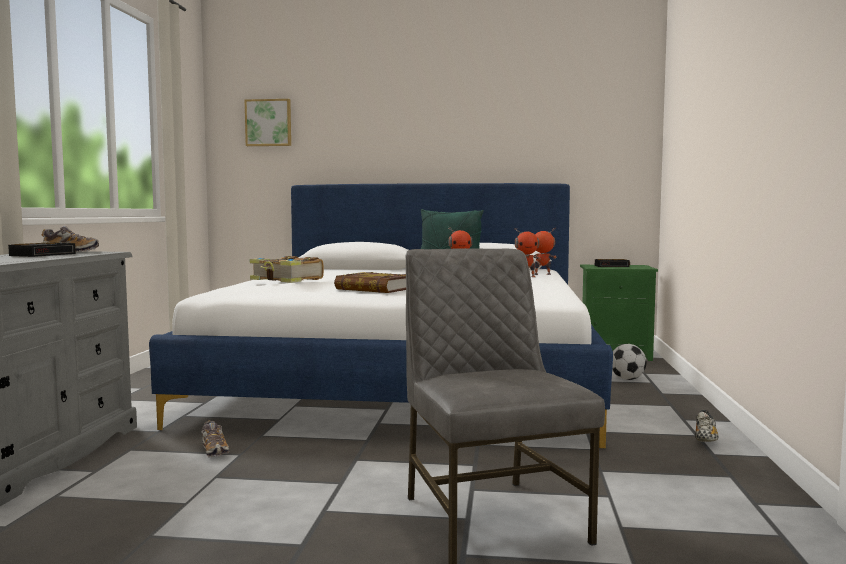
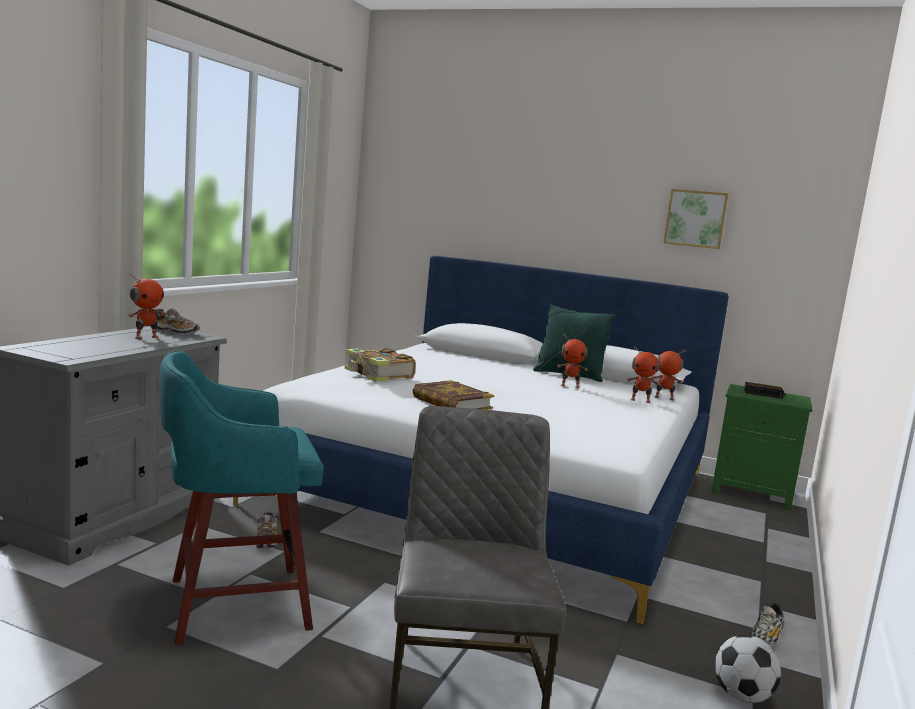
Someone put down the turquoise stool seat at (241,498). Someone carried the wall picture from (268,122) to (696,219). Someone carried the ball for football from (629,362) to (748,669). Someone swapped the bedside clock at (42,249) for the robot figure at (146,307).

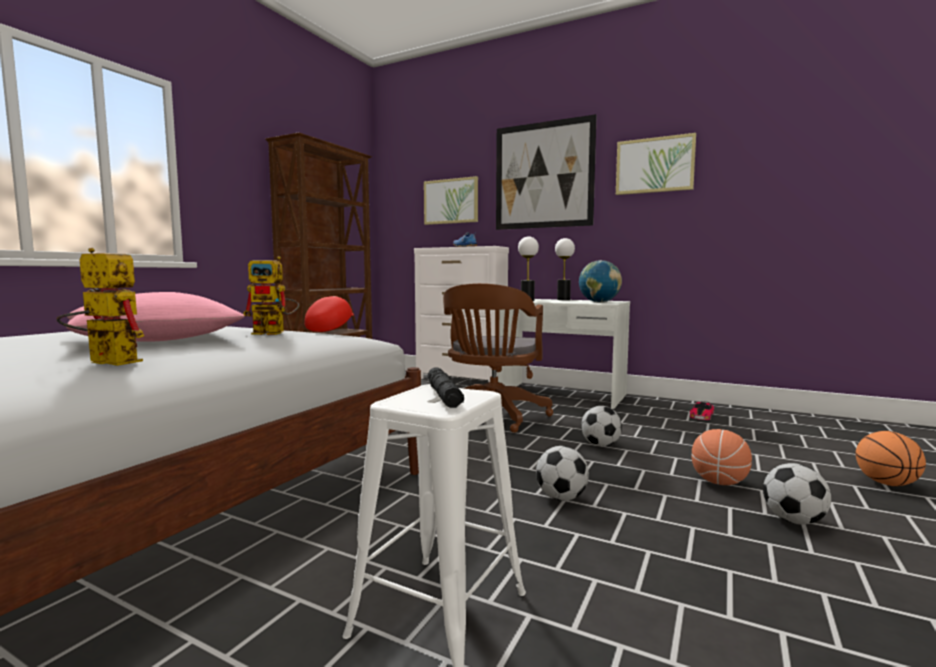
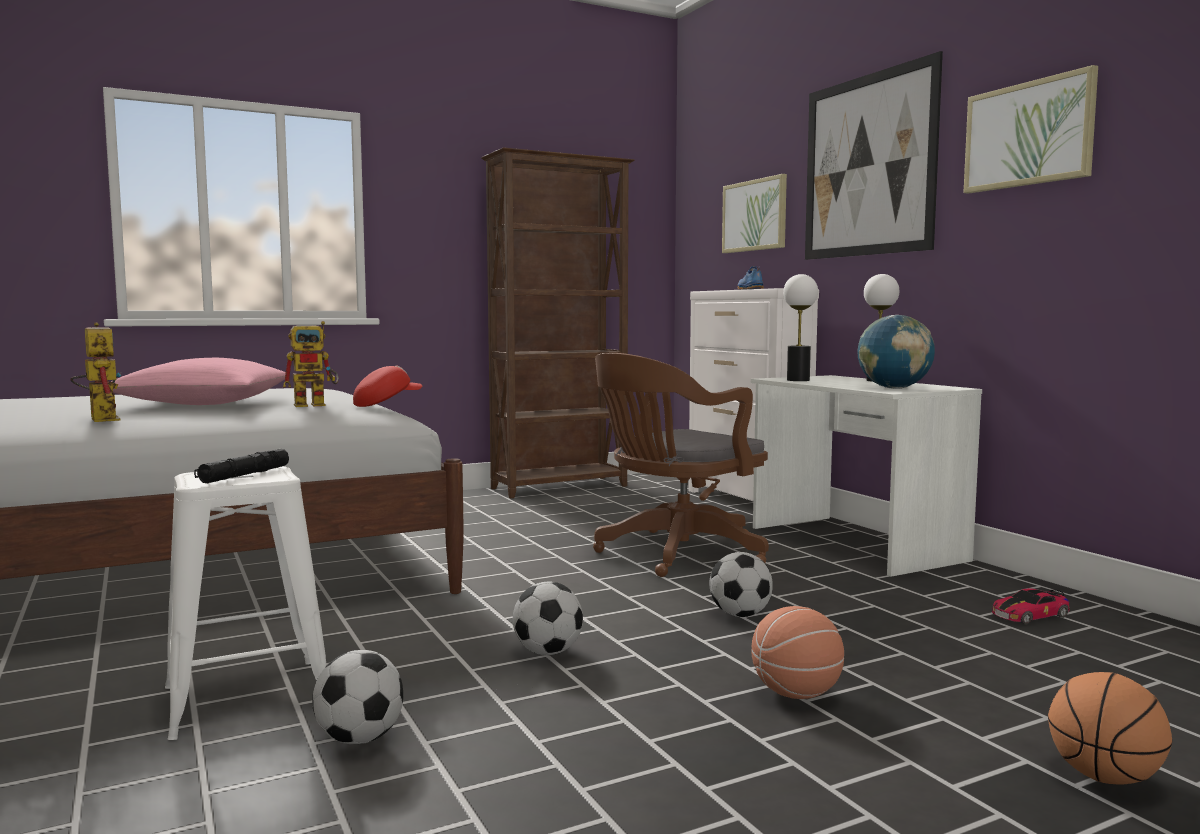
Someone carried the ball for football from (797,494) to (357,697). Someone rotated the robot figure at (271,295) by 60 degrees counterclockwise.

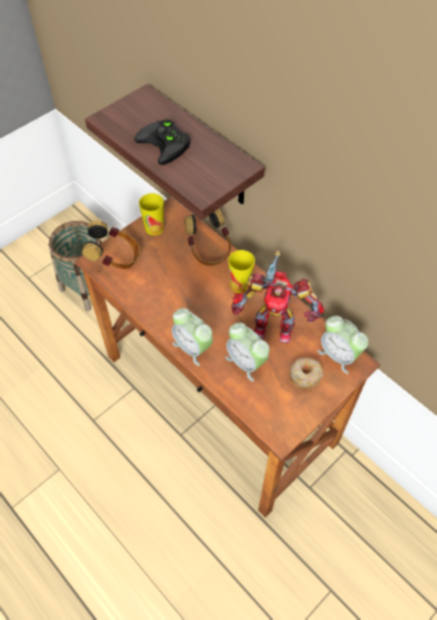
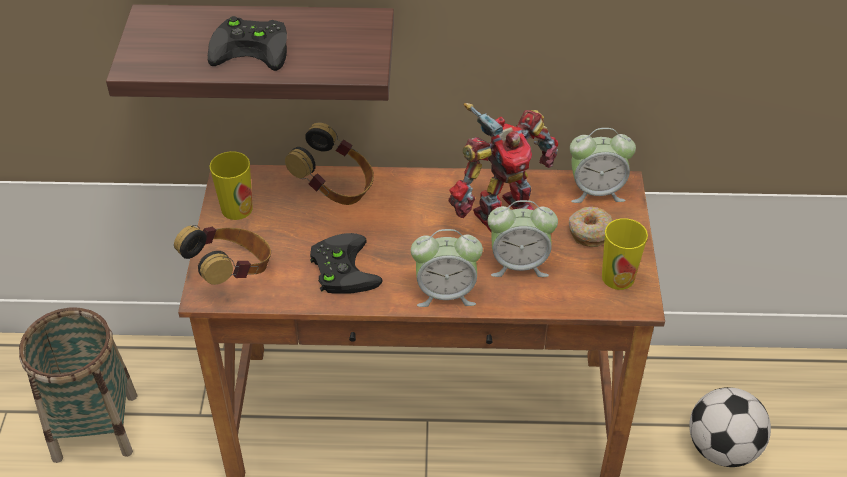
Someone put down the black-coloured joypad at (346,263). Someone put down the ball for football at (730,427). Someone carried the cup from (241,271) to (625,254).

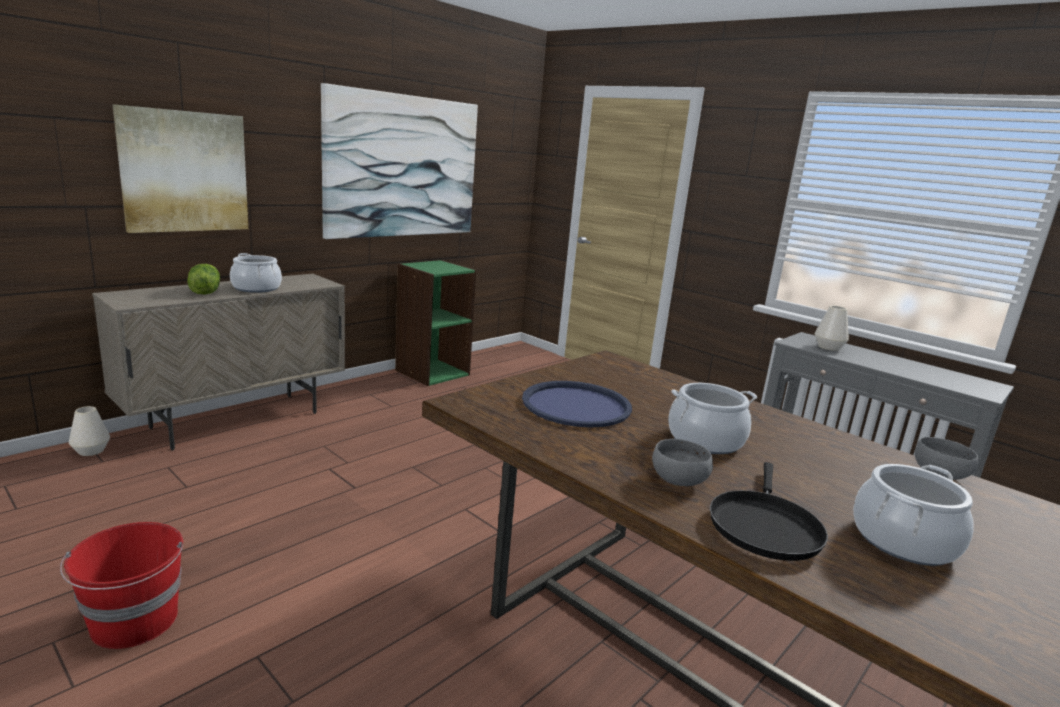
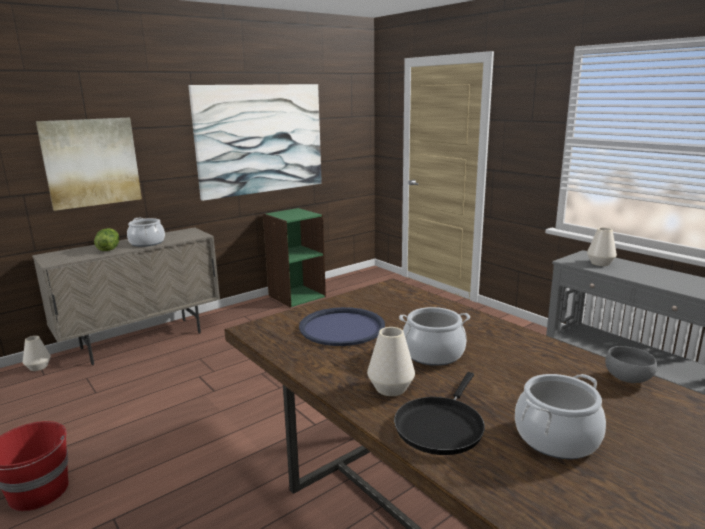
Someone swapped the gray bowl at (682,462) for the white-coloured flower vase at (391,361).

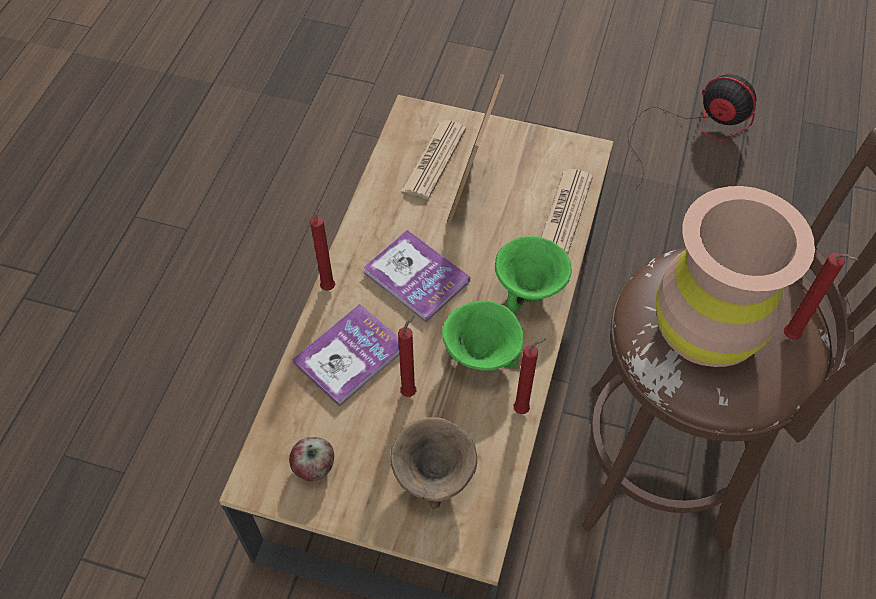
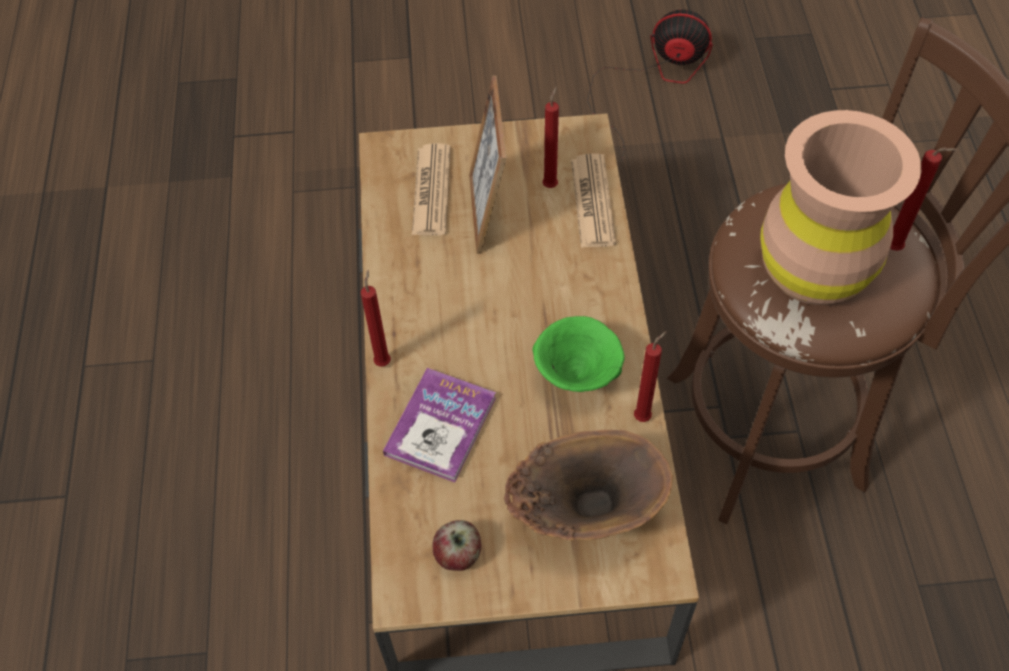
Someone took away the bound book at (416,276). Someone took away the greenish bowl at (533,273). Someone carried the red-coloured candle from (407,356) to (551,137). Someone swapped the brown-coloured bowl at (433,463) for the brown-coloured flower vase at (588,485).

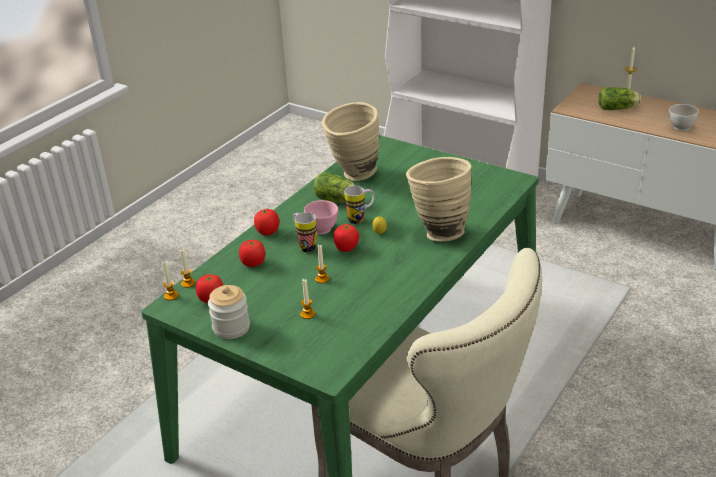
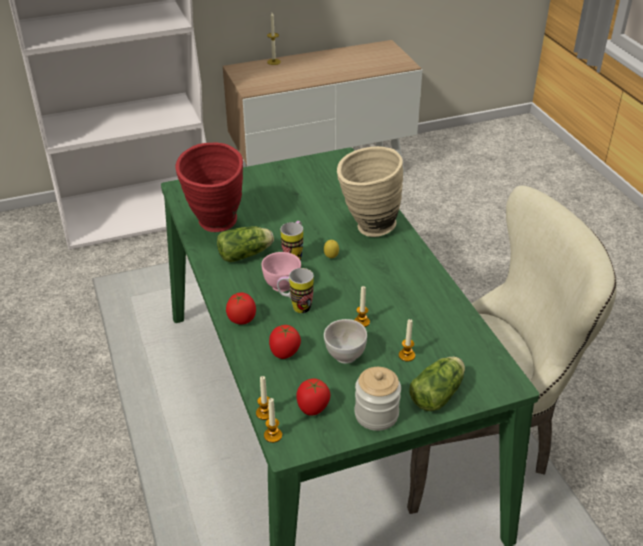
Someone took away the tomato at (346,238). Someone carried the head of lettuce from (620,98) to (437,384). Someone carried the white-coloured bowl from (684,117) to (345,341). Someone repainted the beige flower vase at (350,141), which became the red-coloured flower vase at (209,187).

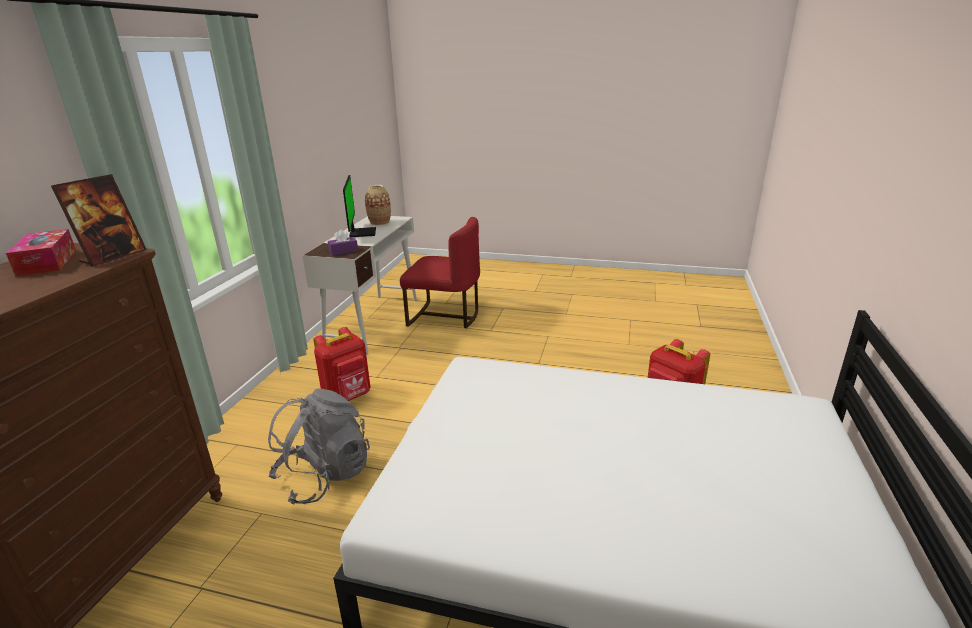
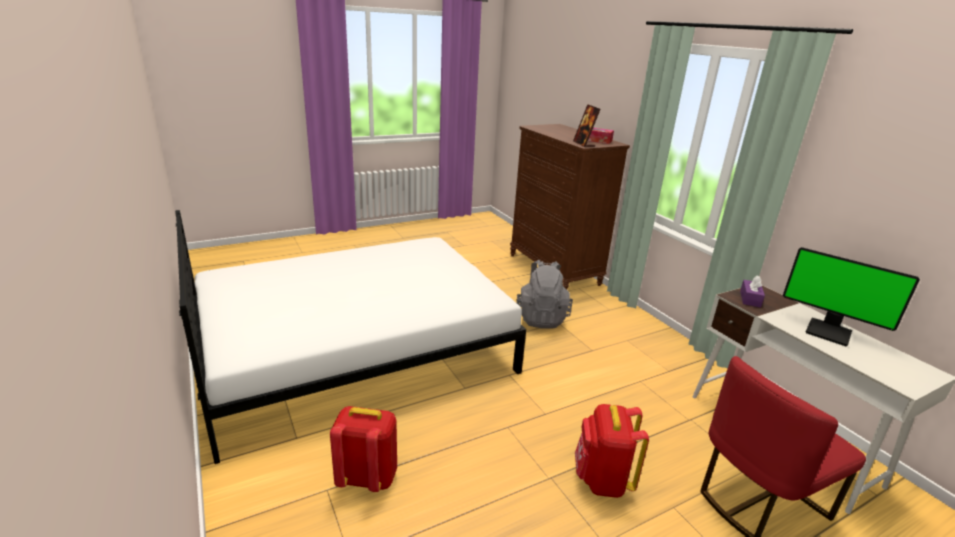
Someone took away the flower vase at (378,205). Someone carried the red-coloured backpack from (342,364) to (612,451).

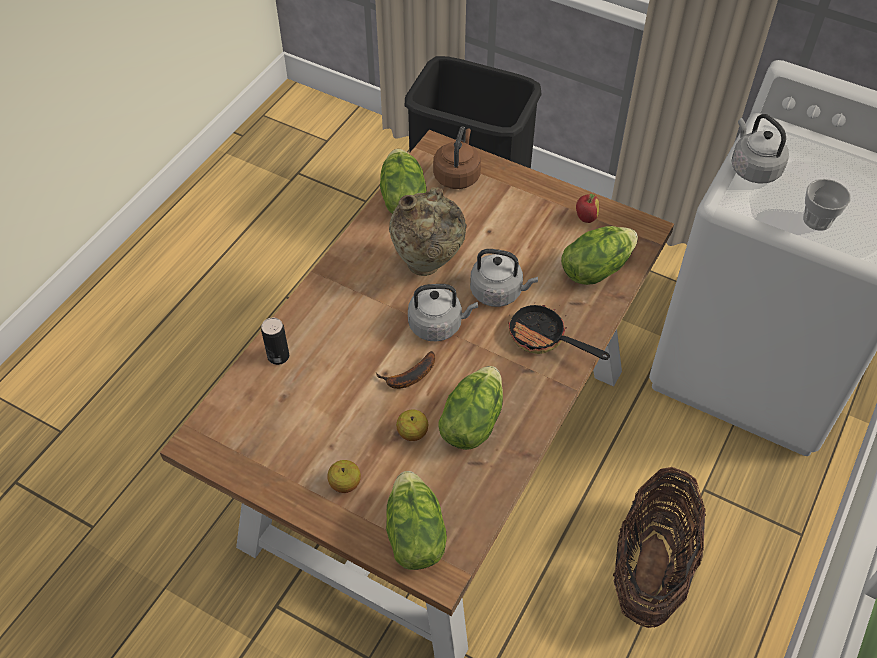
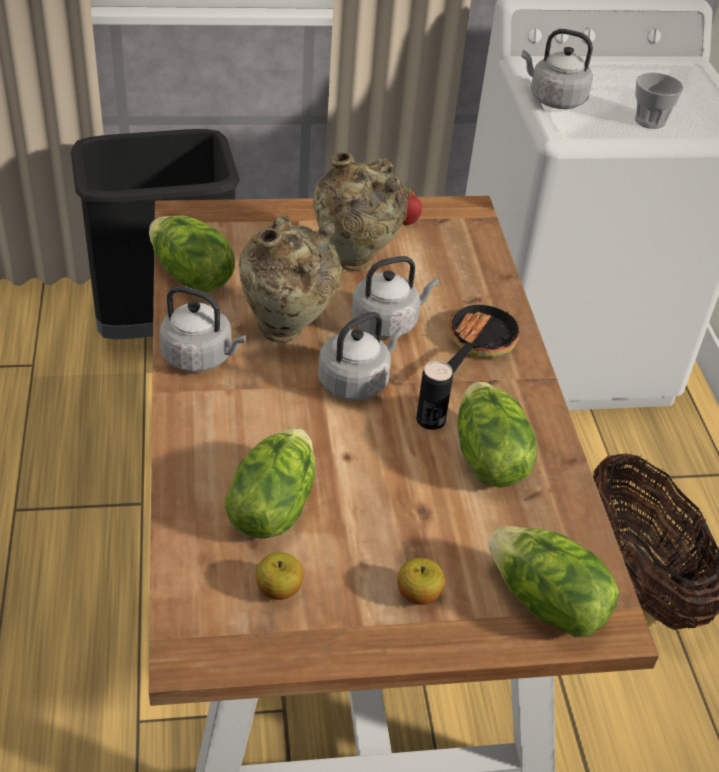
Someone took away the banana fruit at (405,370). Someone took away the brown-coloured tea kettle at (457,157). Someone put down the gray tea kettle at (203,329). Someone put down the beige flower vase at (360,211). Someone carried the metal can from (275,341) to (434,395). Someone carried the apple from (412,425) to (280,576). Someone carried the head of lettuce from (599,255) to (270,483). Someone rotated the skillet at (559,332) by 120 degrees clockwise.

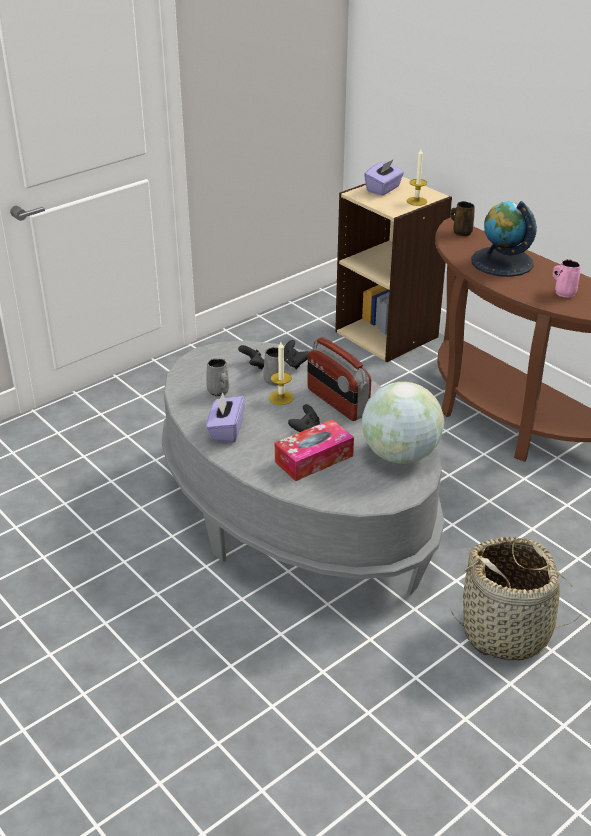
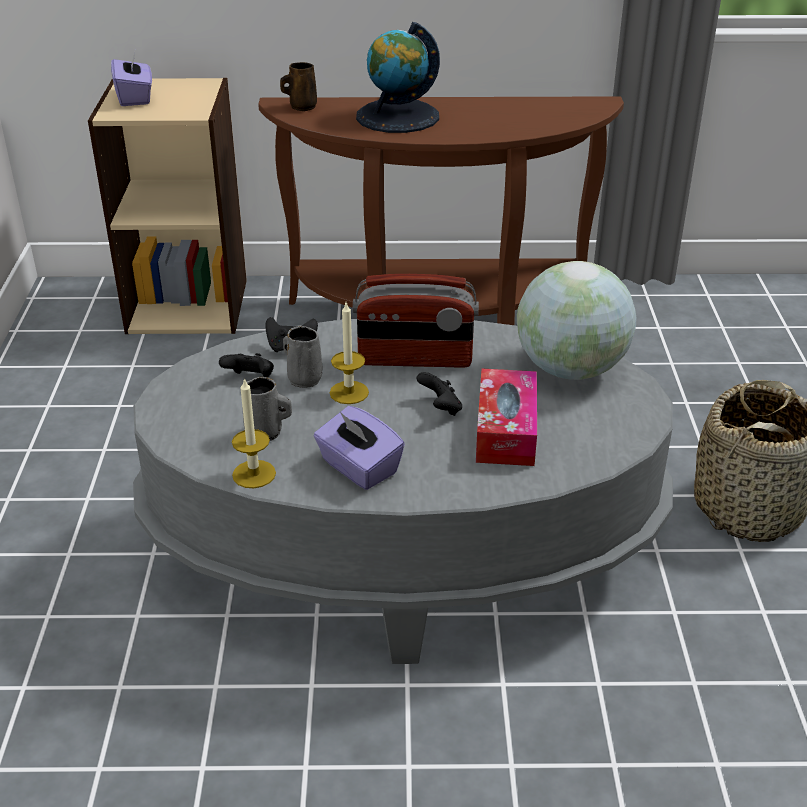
Someone took away the pink-coloured coffee mug at (567,278). Someone carried the candle from (417,177) to (254,433).

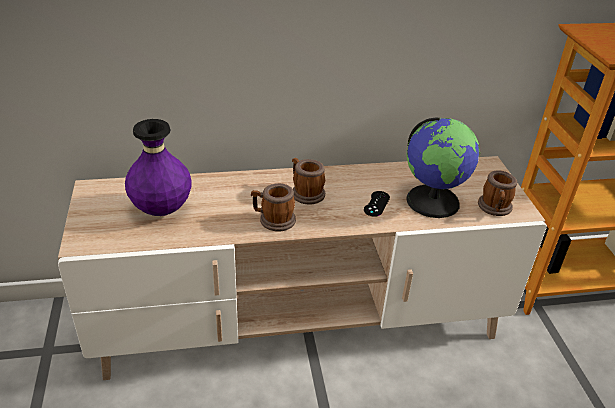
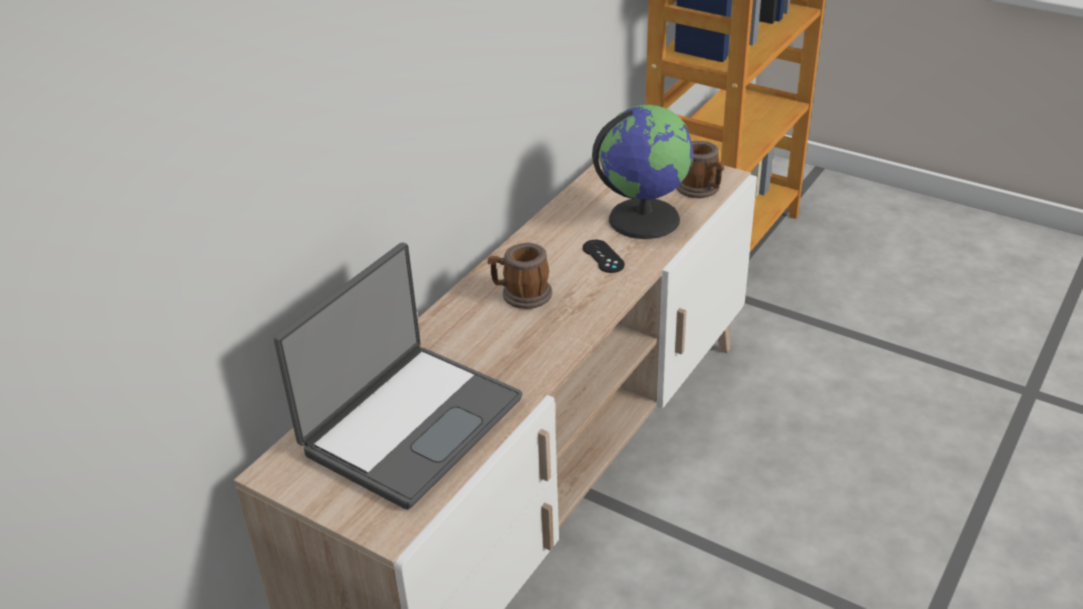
Someone took away the coffee mug at (273,207). Someone swapped the purple-coloured flower vase at (158,167) for the laptop at (398,375).

